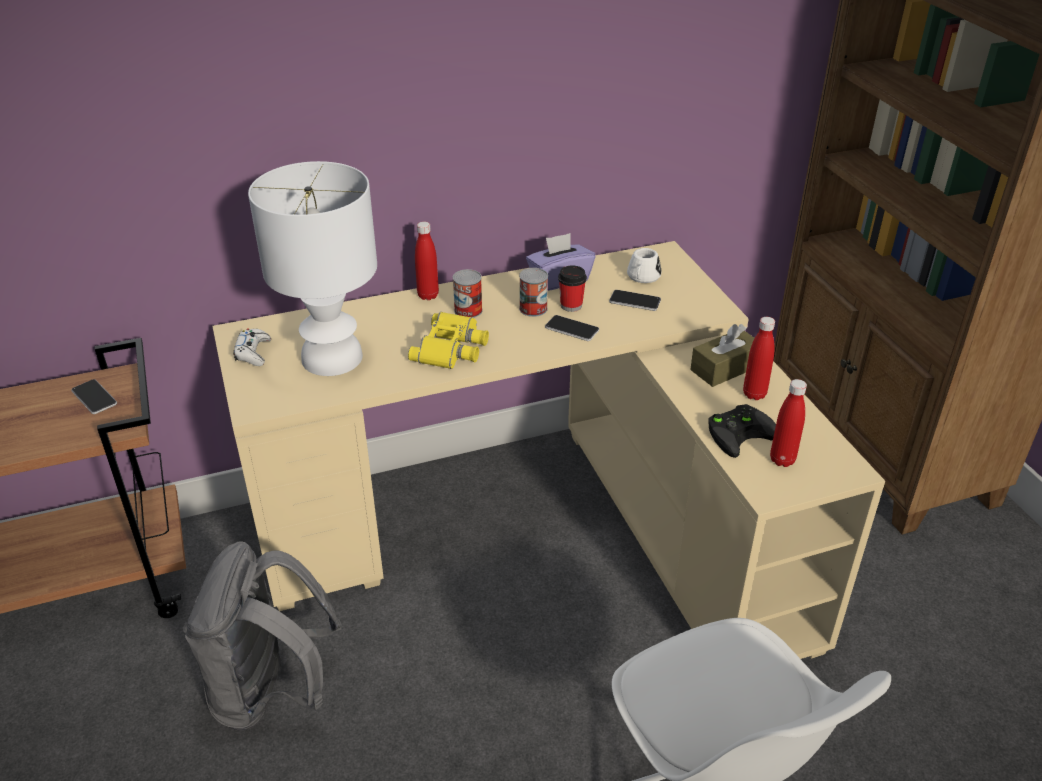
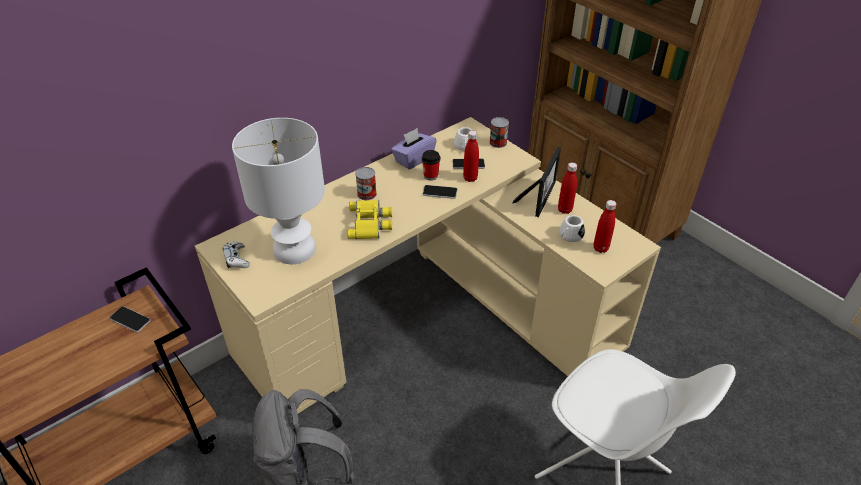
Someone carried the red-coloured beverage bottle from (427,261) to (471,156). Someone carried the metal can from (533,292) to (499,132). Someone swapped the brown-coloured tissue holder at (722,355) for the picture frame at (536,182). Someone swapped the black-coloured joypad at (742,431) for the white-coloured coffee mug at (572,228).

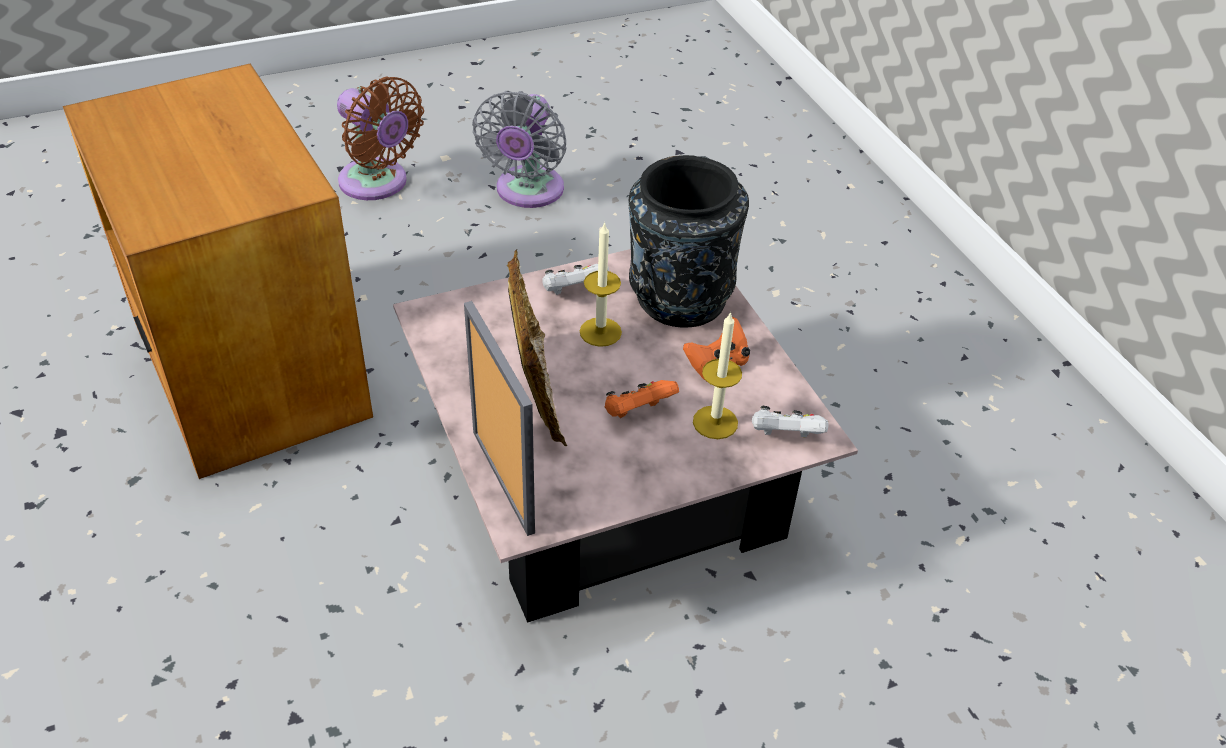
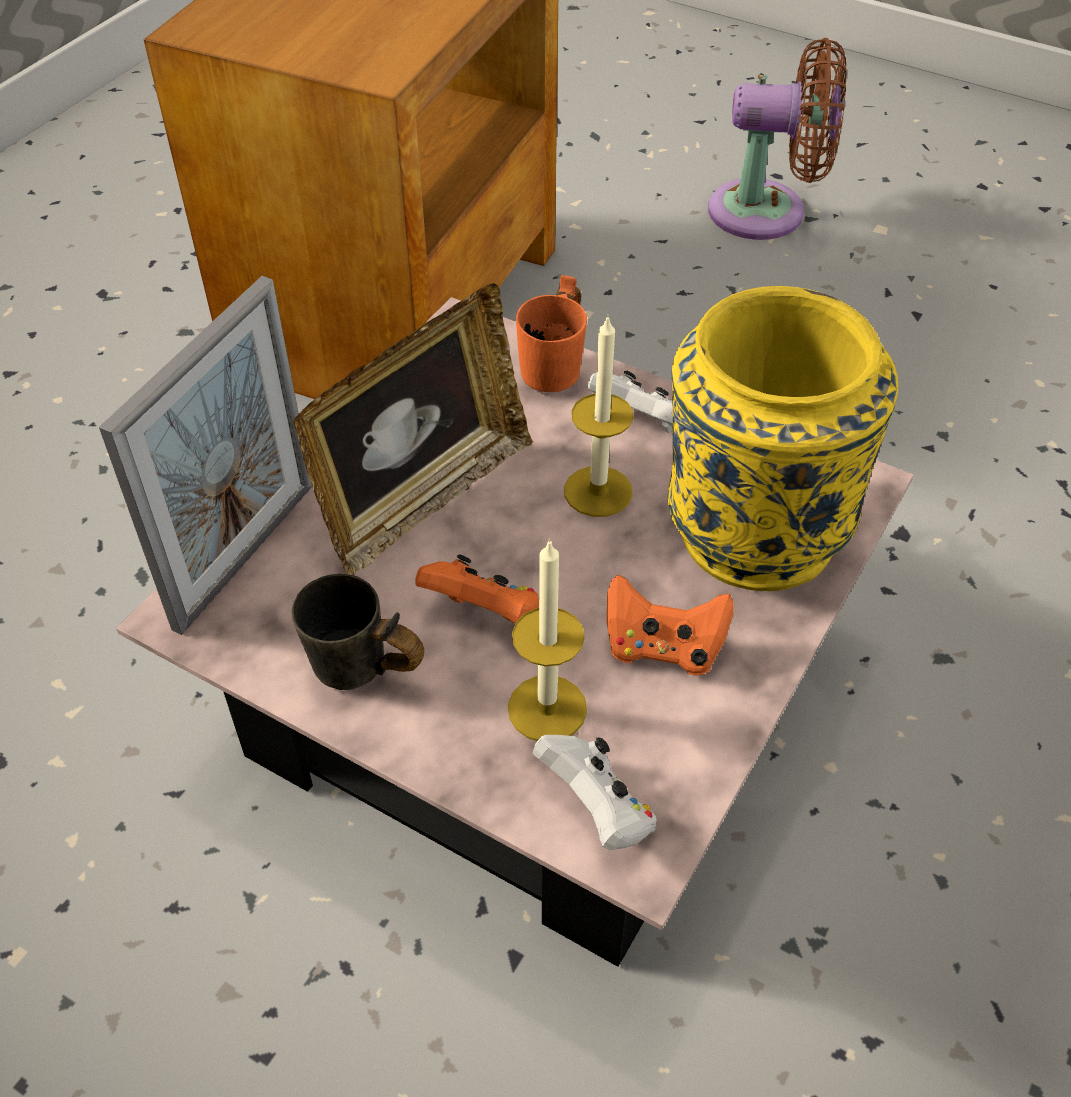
Someone took away the gray electric fan at (519,149). Someone put down the gray coffee mug at (358,632). Someone put down the orangey coffee mug at (551,333). Someone repainted the black-coloured flower vase at (689,241), which became the yellowish flower vase at (783,438). Someone rotated the brown-coloured electric fan at (380,138) by 90 degrees counterclockwise.

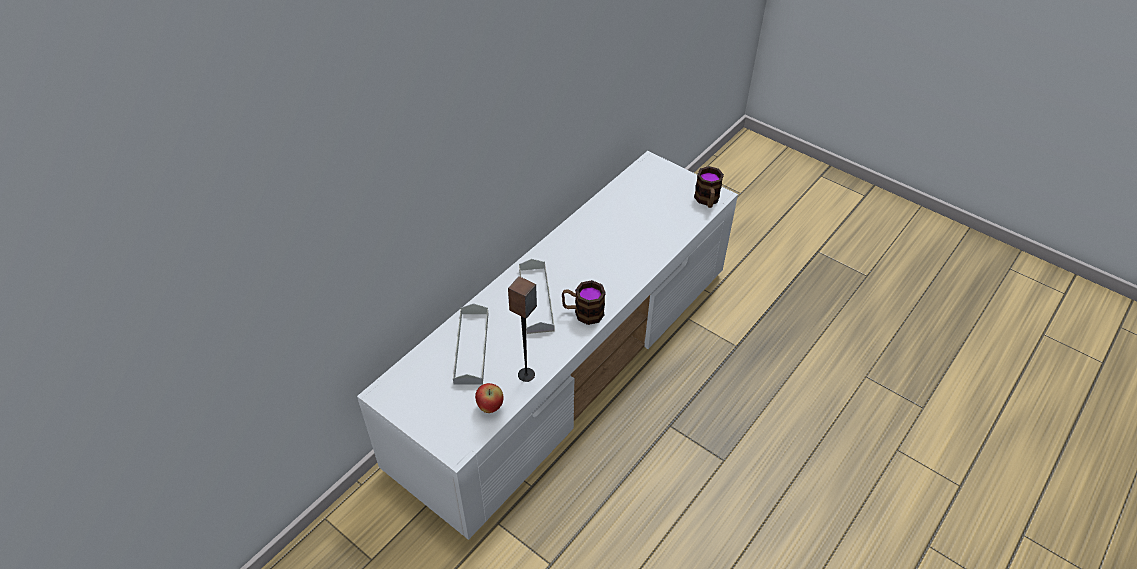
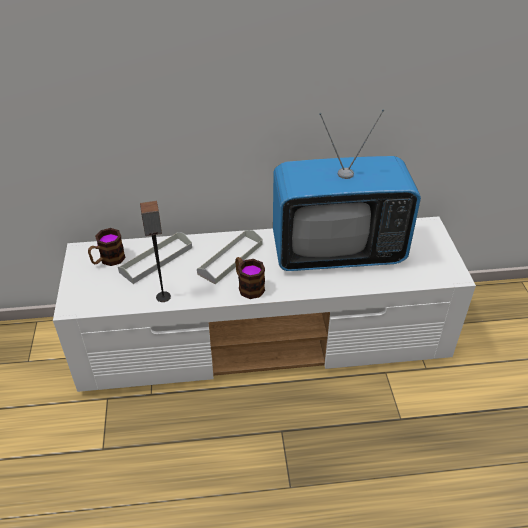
Someone took away the apple at (489,398). Someone put down the TV at (347,190). Someone carried the coffee mug from (709,187) to (107,247).

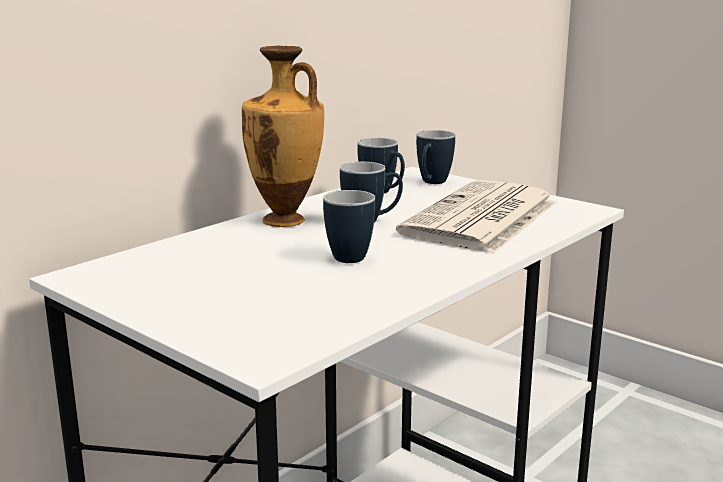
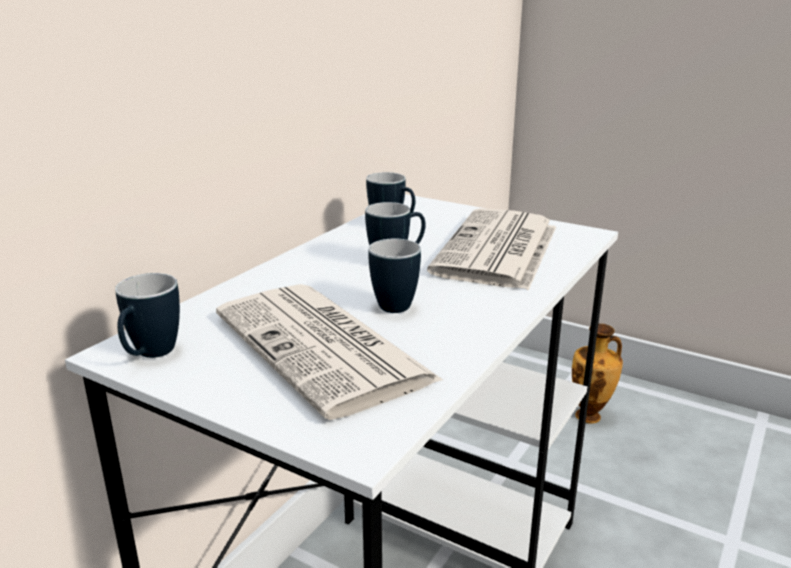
Someone put down the daily paper at (329,352). Someone carried the flower vase from (283,136) to (597,373). Someone carried the coffee mug from (435,157) to (147,315).

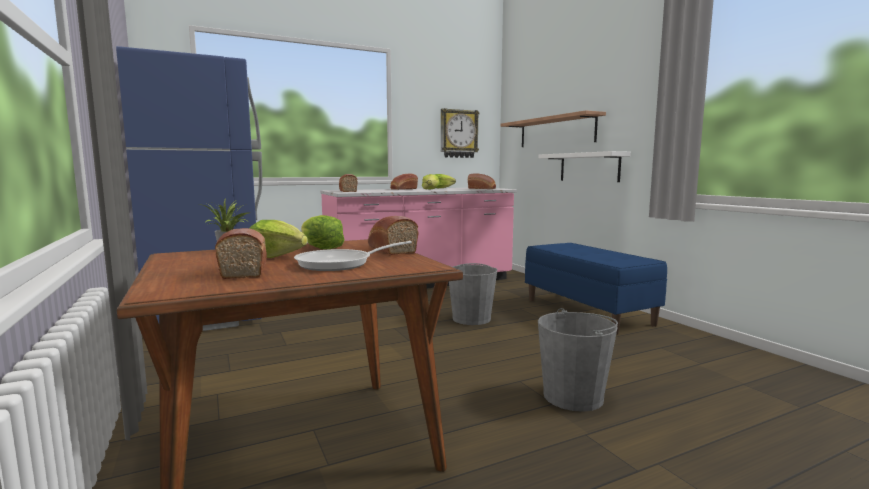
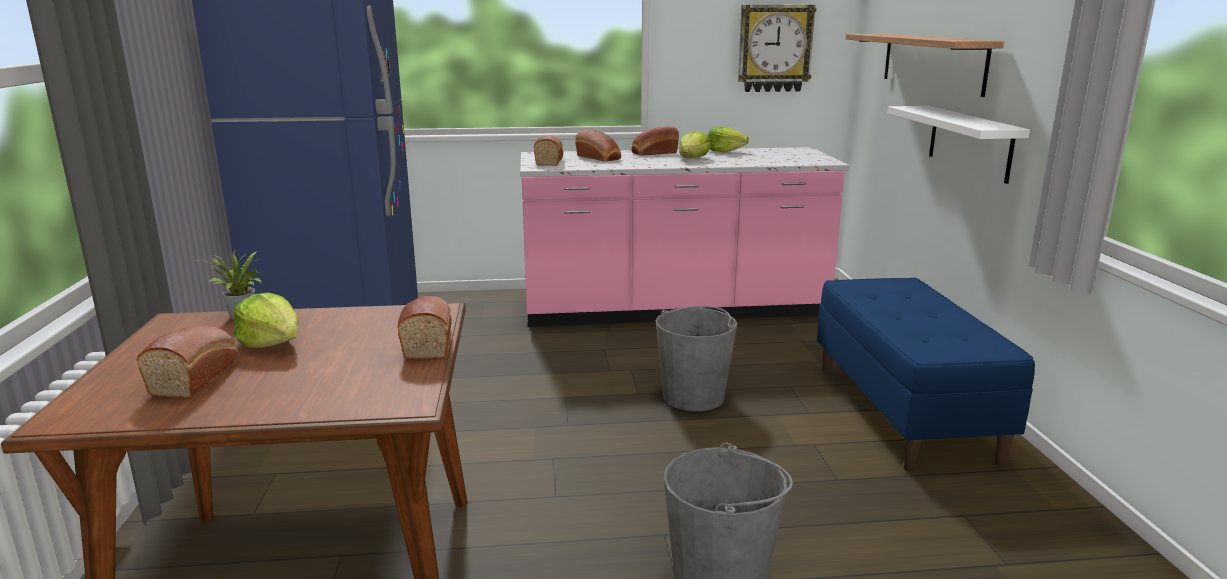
Someone took away the skillet at (353,256). Someone took away the head of lettuce at (323,232). Someone carried the baked bread from (482,181) to (598,146).

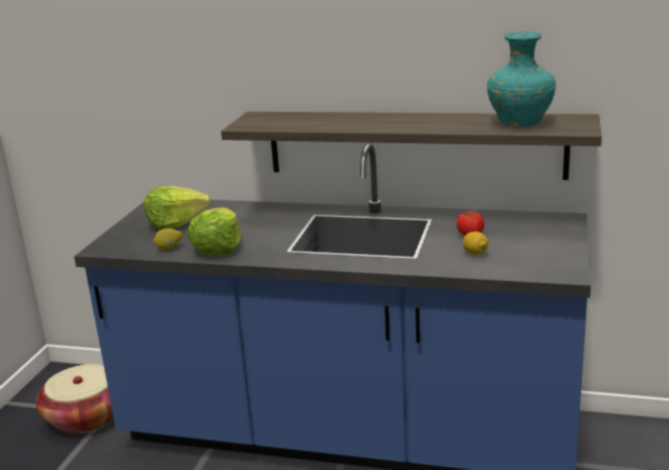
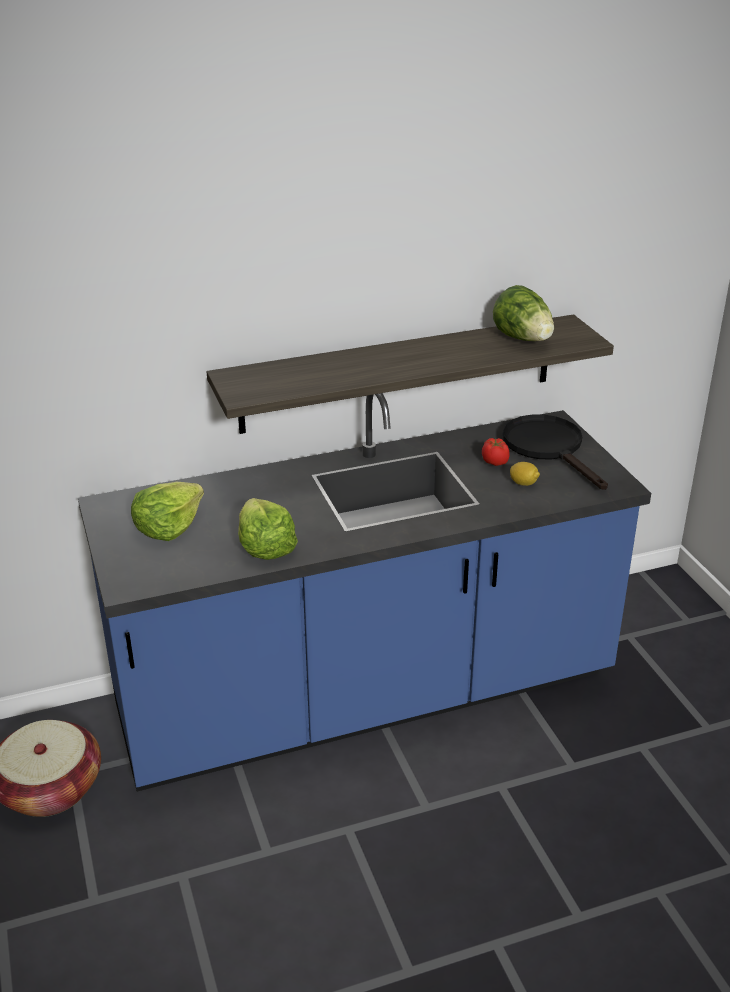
Someone took away the citrus fruit at (167,239). Someone put down the black-coloured skillet at (555,452). Someone swapped the turquoise flower vase at (521,79) for the head of lettuce at (523,313).

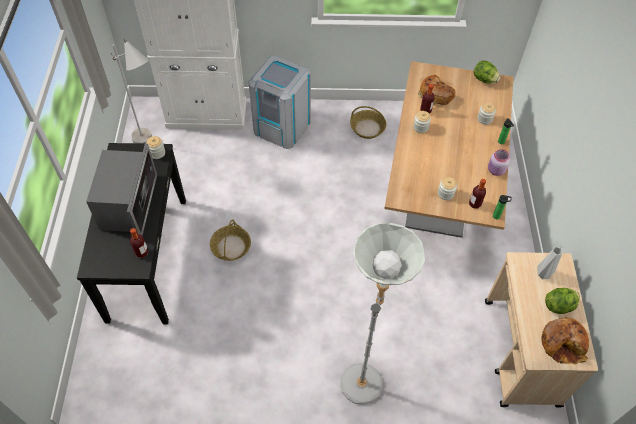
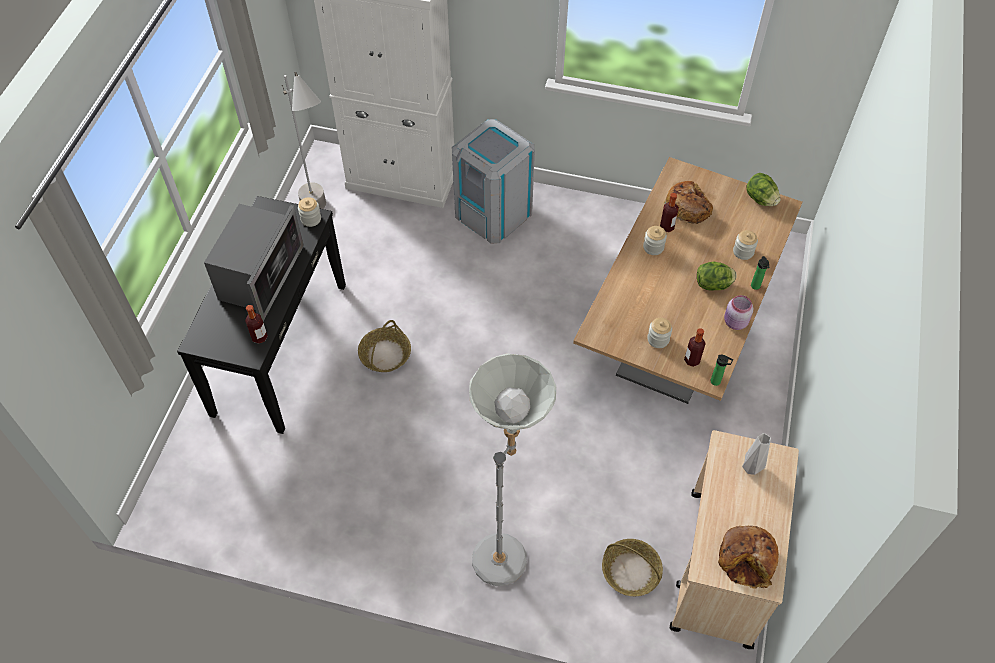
Someone carried the basket from (368,122) to (632,567). Someone carried the head of lettuce from (562,301) to (717,276).

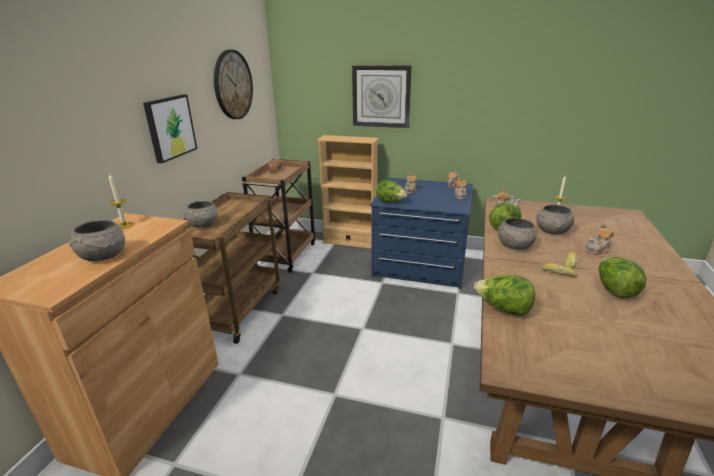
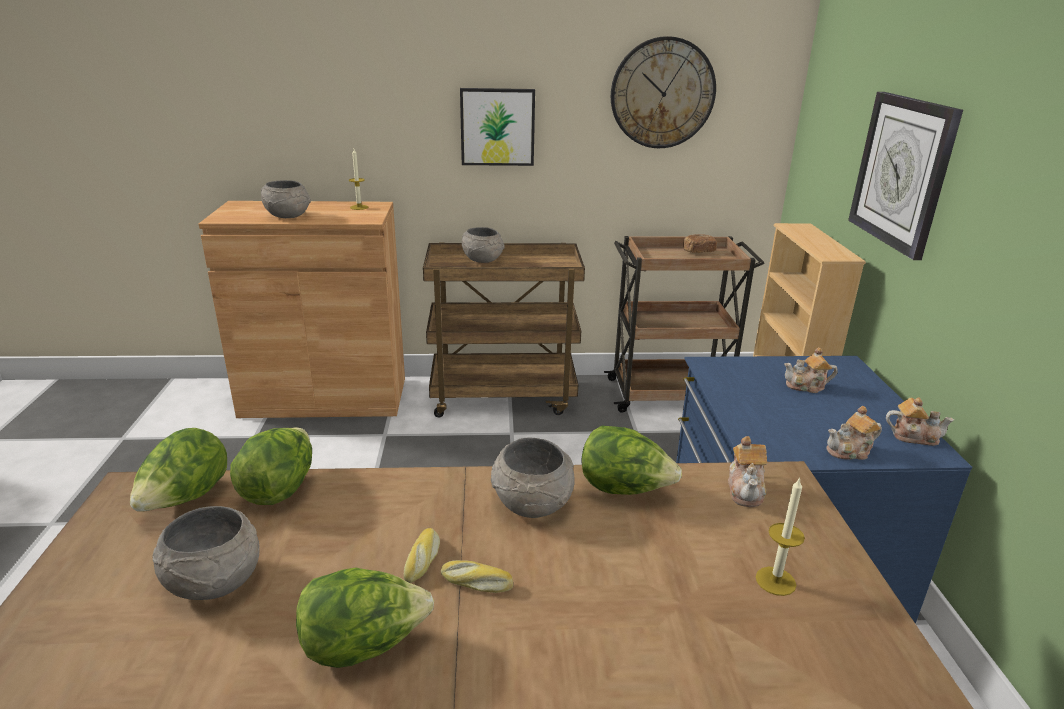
Someone took away the teapot at (599,239). Someone carried the head of lettuce from (391,191) to (178,470). Someone carried the gray bowl from (555,219) to (206,553).

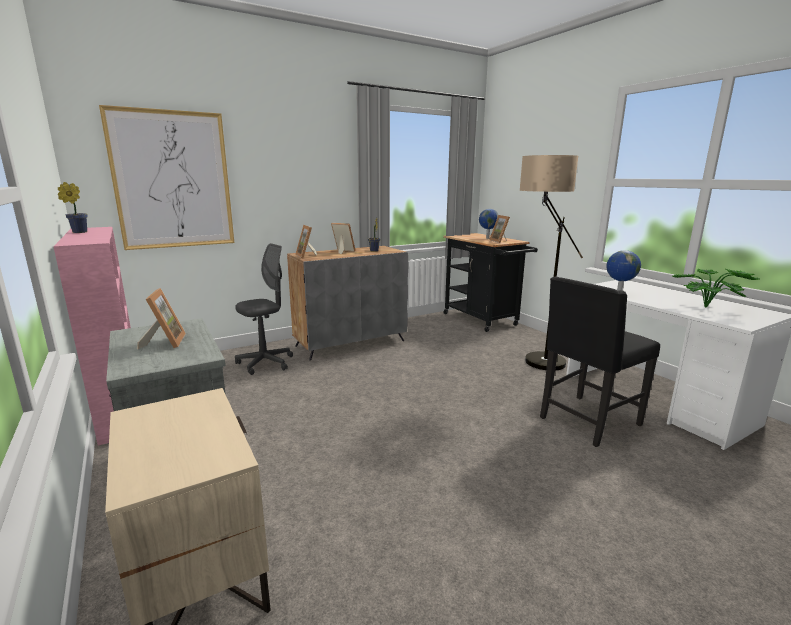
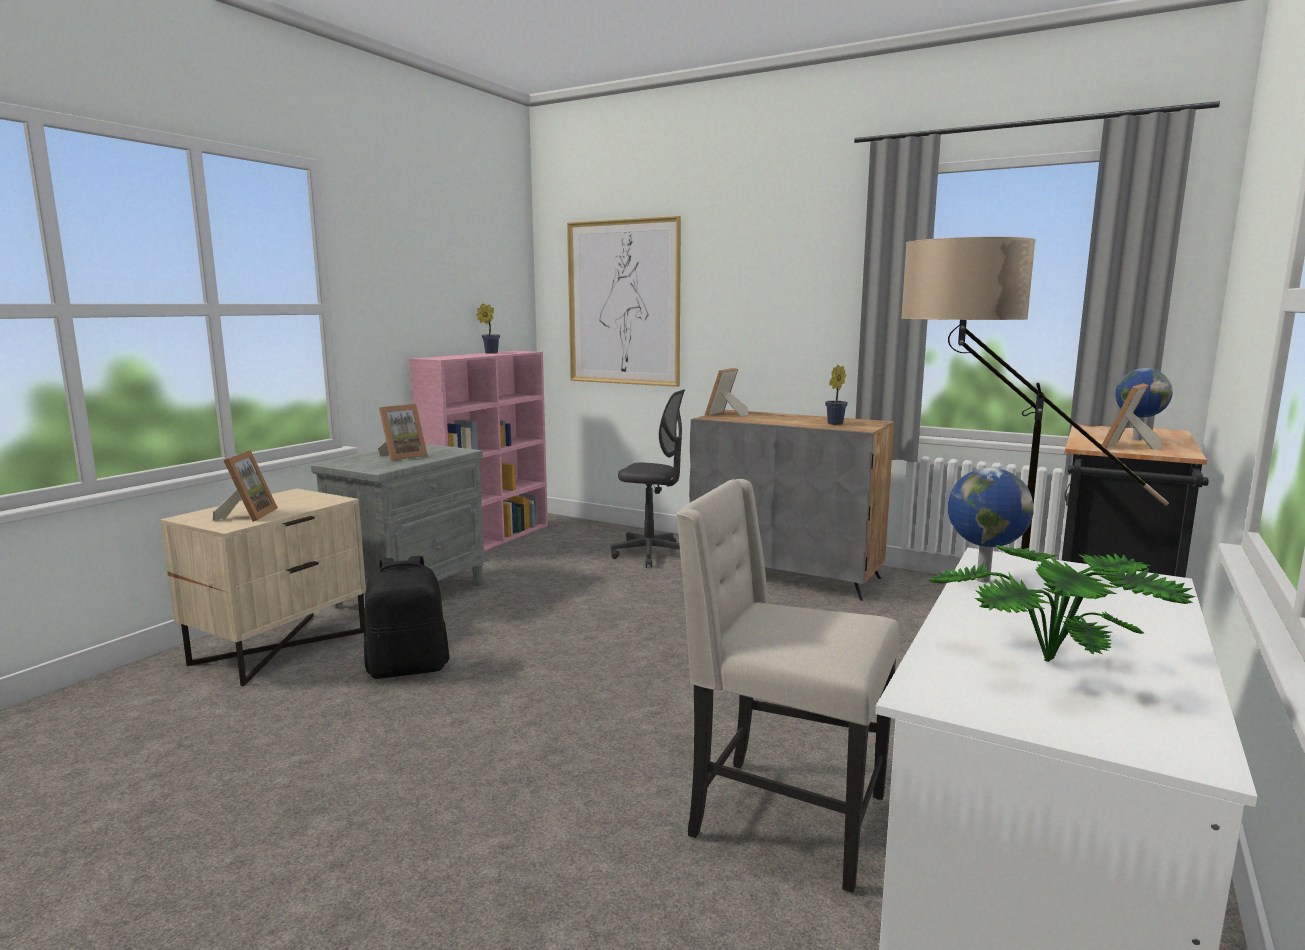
Someone put down the black-coloured backpack at (407,617). Someone carried the picture frame from (343,238) to (245,486). Someone repainted the black-coloured chair at (600,362), which became the beige chair at (788,686).

